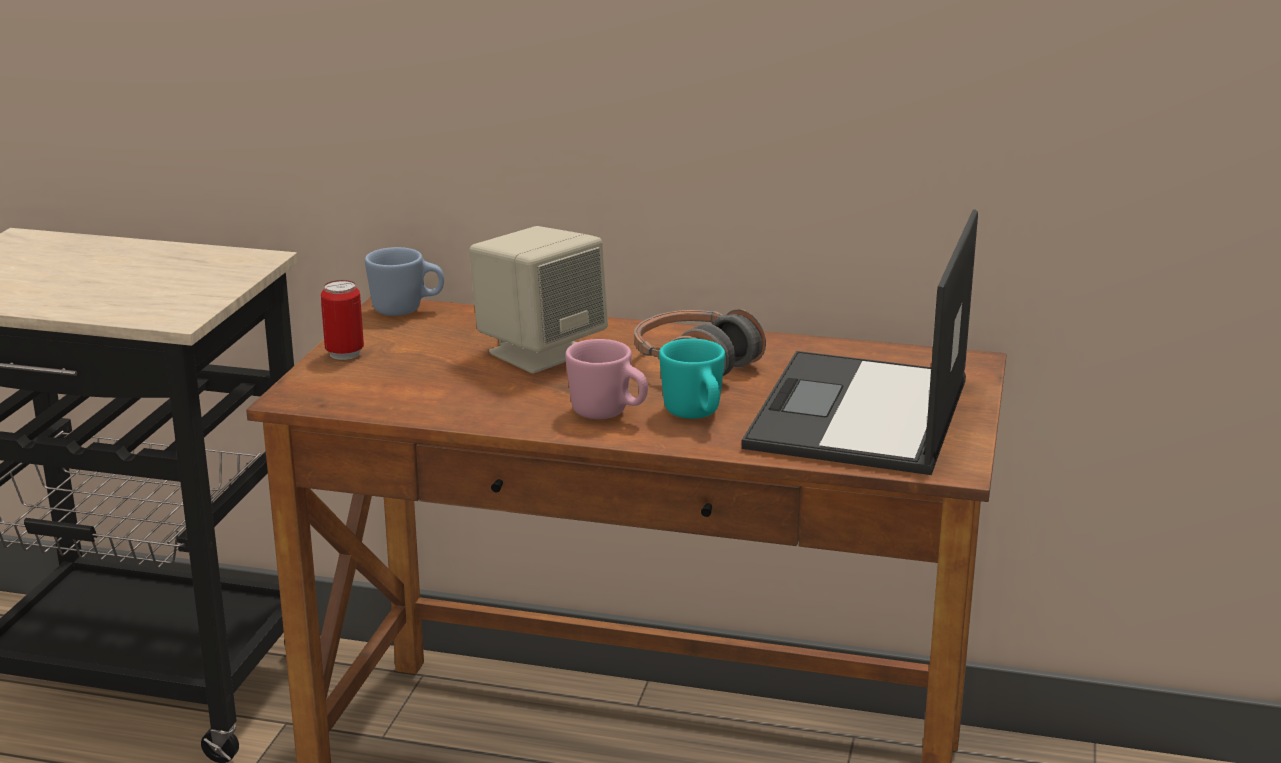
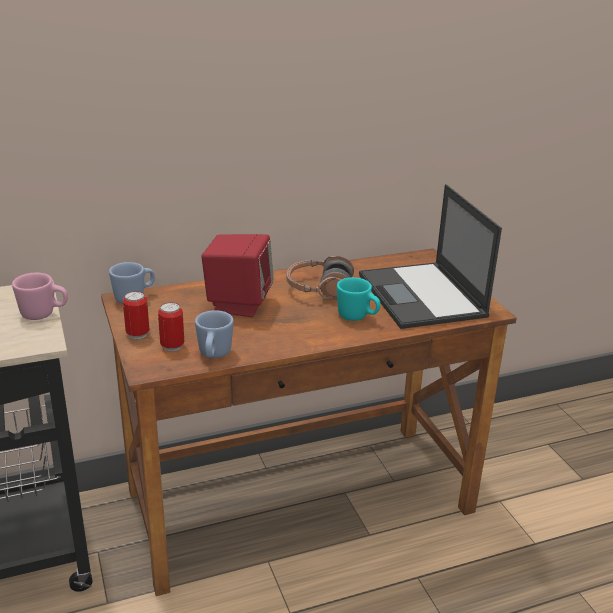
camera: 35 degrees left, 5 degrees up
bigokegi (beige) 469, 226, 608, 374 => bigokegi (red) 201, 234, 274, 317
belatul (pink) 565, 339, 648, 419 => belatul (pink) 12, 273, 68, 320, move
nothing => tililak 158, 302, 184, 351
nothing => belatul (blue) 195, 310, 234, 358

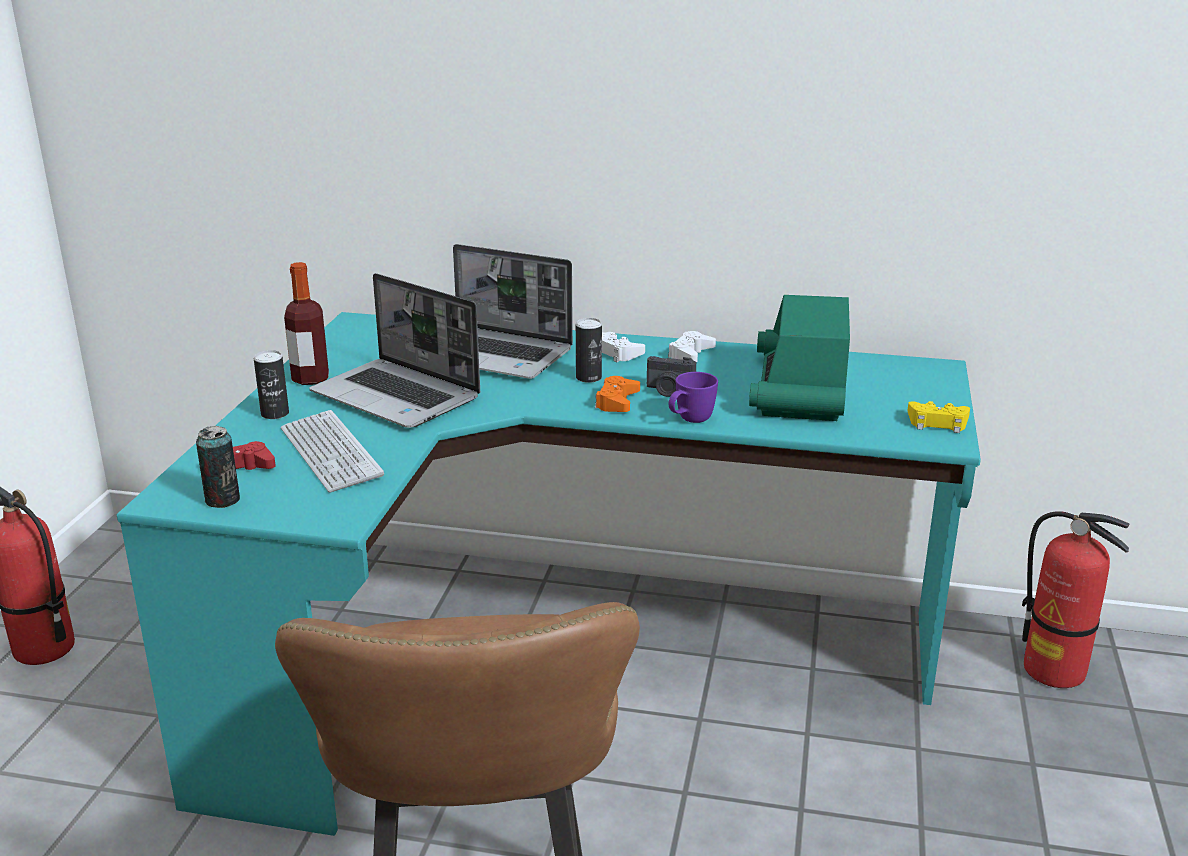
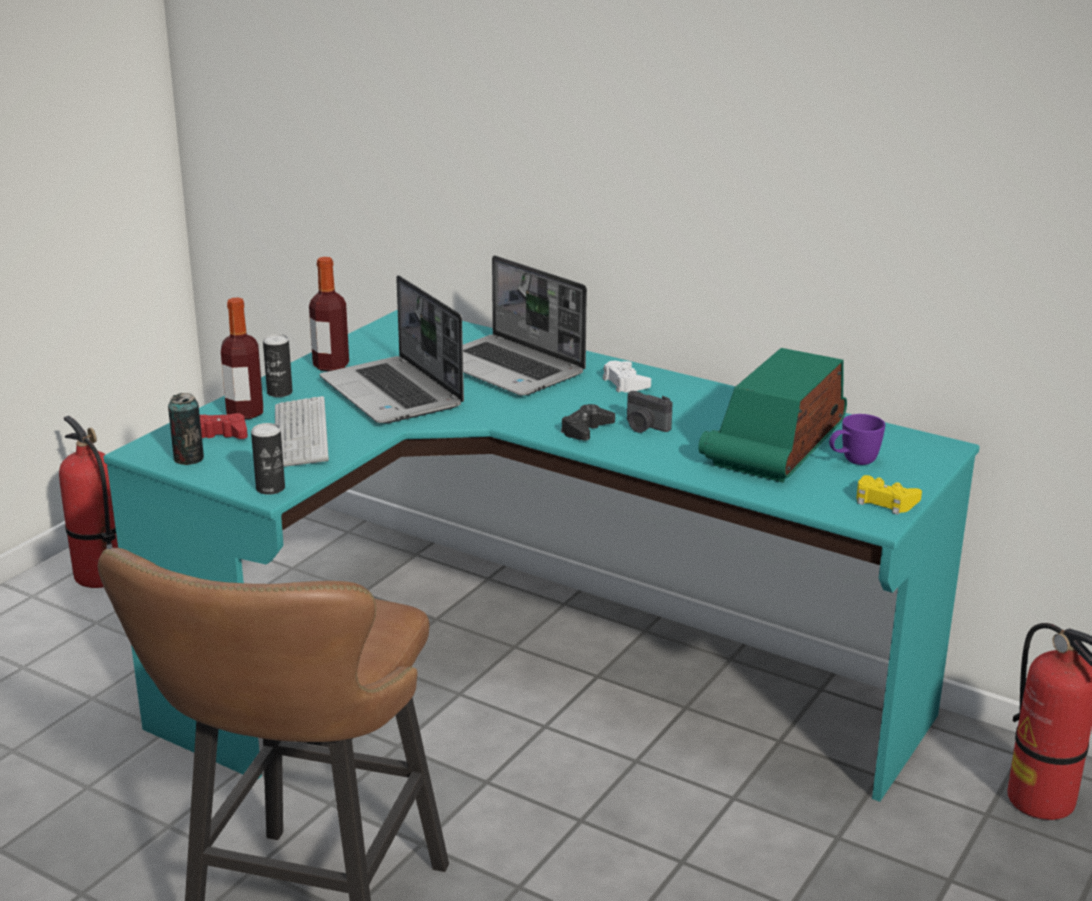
camera: 20 degrees right, 0 degrees up
tililak 576, 318, 602, 383 => tililak 251, 423, 285, 495, move
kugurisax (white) 668, 331, 716, 362 => nothing
belatul (purple) 669, 372, 718, 423 => belatul (purple) 829, 414, 885, 465, move
kugurisax (orange) 595, 376, 640, 412 => kugurisax (black) 561, 404, 615, 440
nothing => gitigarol 221, 298, 263, 419

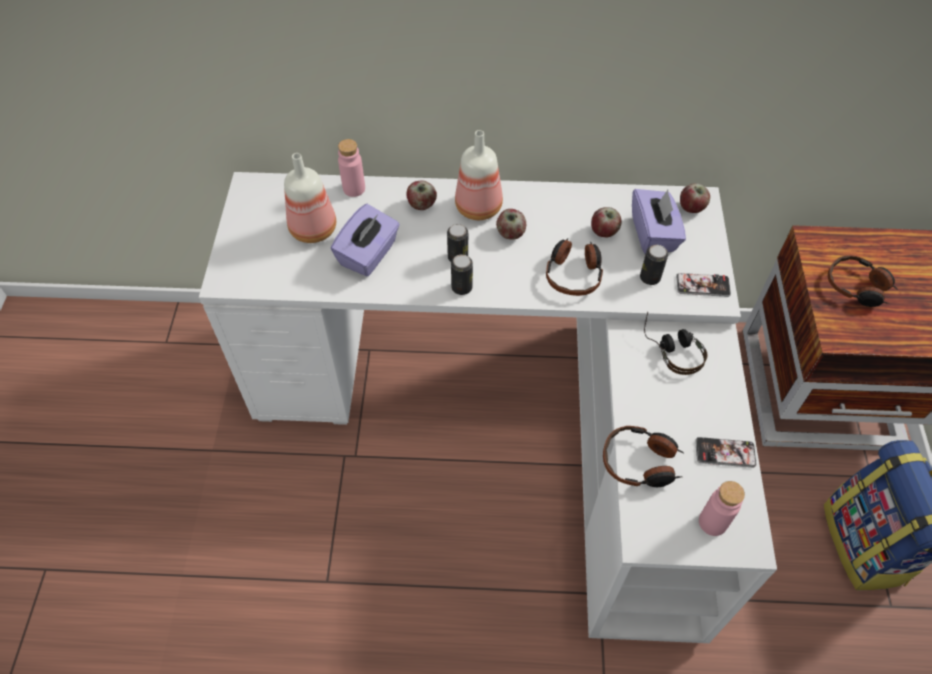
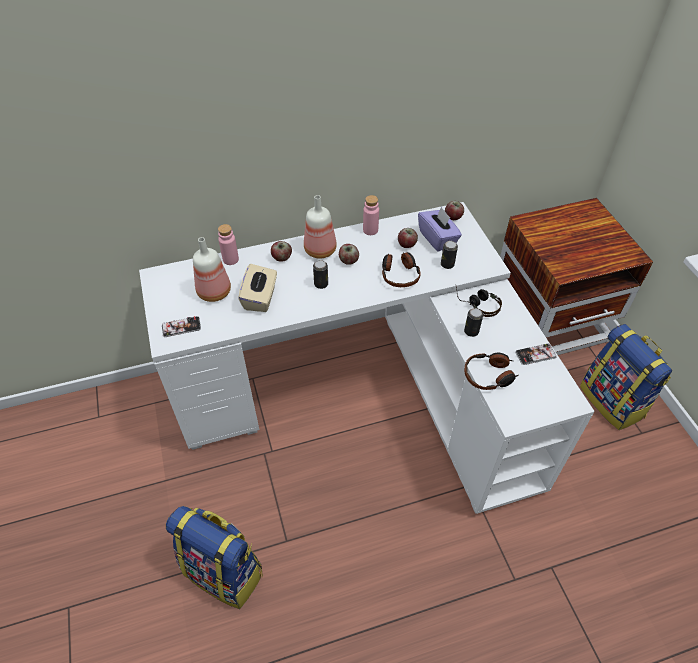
camera: 20 degrees left, 5 degrees down
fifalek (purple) 331, 204, 400, 276 => fifalek (beige) 238, 264, 277, 312
tililak 451, 254, 473, 295 => tililak 464, 308, 483, 337, move
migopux 828, 255, 898, 307 => nothing
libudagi 676, 273, 731, 297 => libudagi 162, 316, 201, 337, move
gitigarol (pink) 699, 481, 745, 536 => gitigarol (pink) 363, 195, 379, 235, move
nothing => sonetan 166, 506, 263, 609

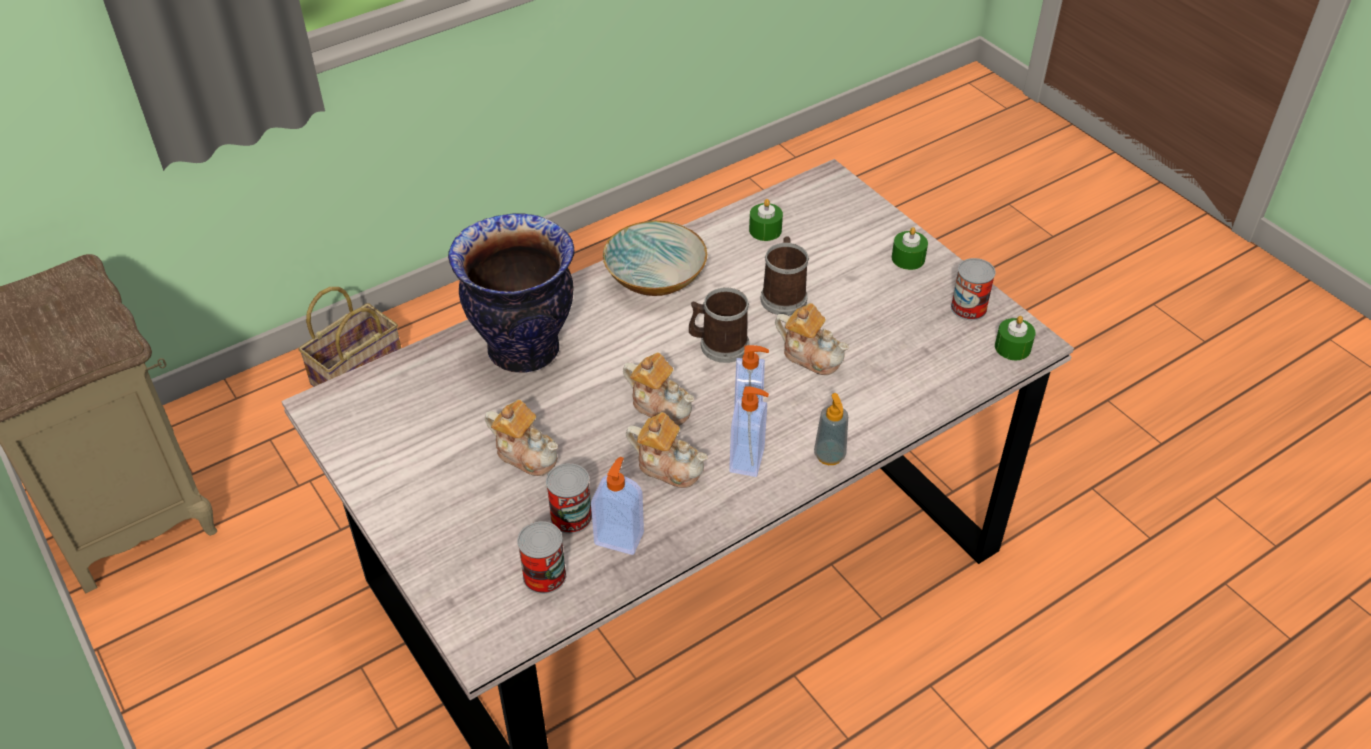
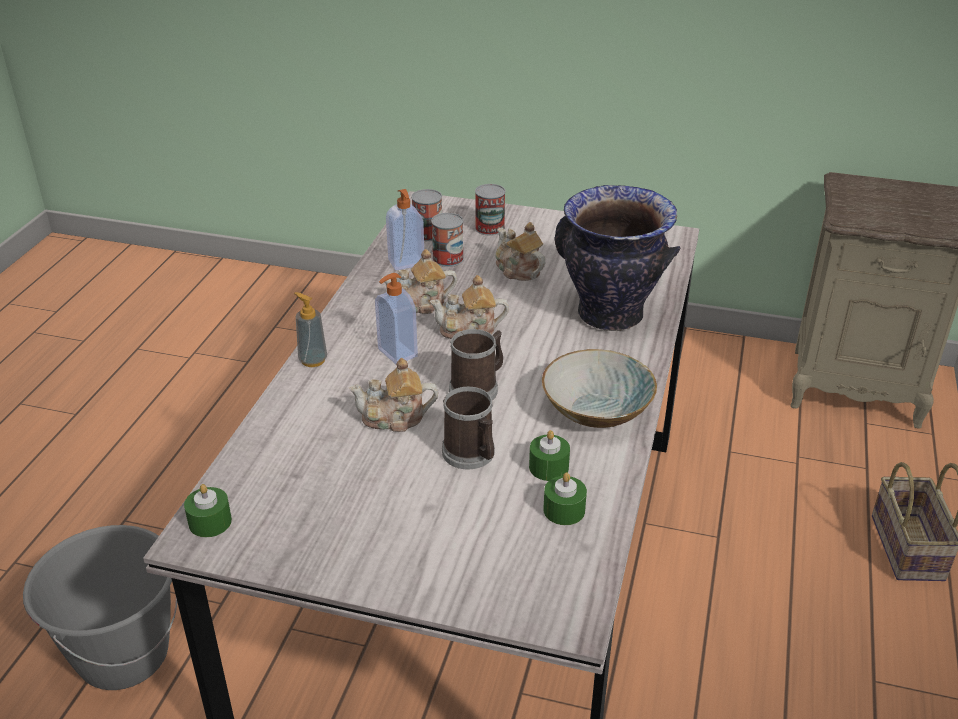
camera: 140 degrees right, 10 degrees down
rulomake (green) 892, 227, 928, 270 => rulomake (green) 529, 430, 570, 481, move
tililak 951, 258, 996, 320 => tililak 475, 184, 506, 236, move
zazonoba 729, 386, 769, 477 => nothing
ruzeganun 485, 400, 558, 476 => ruzeganun 495, 222, 545, 281, 60 degrees clockwise
nothing => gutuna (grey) 23, 525, 177, 690

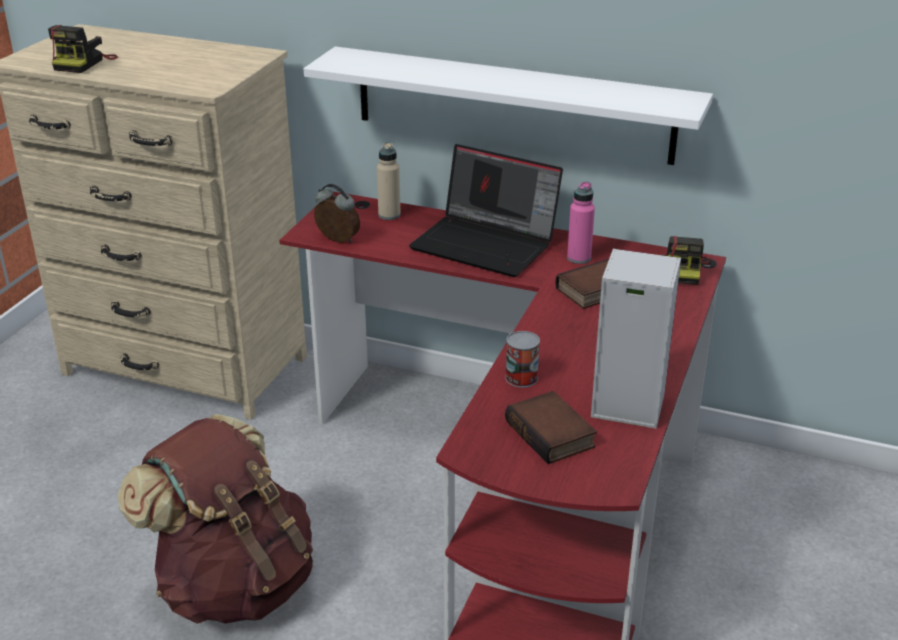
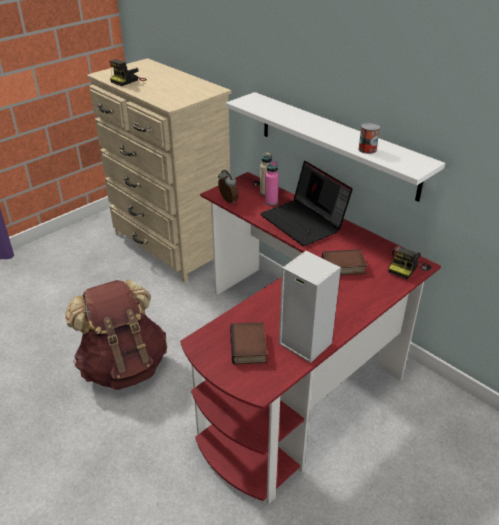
camera: 25 degrees right, 5 degrees up
gitigarol (pink) 567, 182, 595, 264 => gitigarol (pink) 265, 161, 279, 205, move
tililak 505, 331, 540, 387 => tililak 358, 122, 380, 154, move

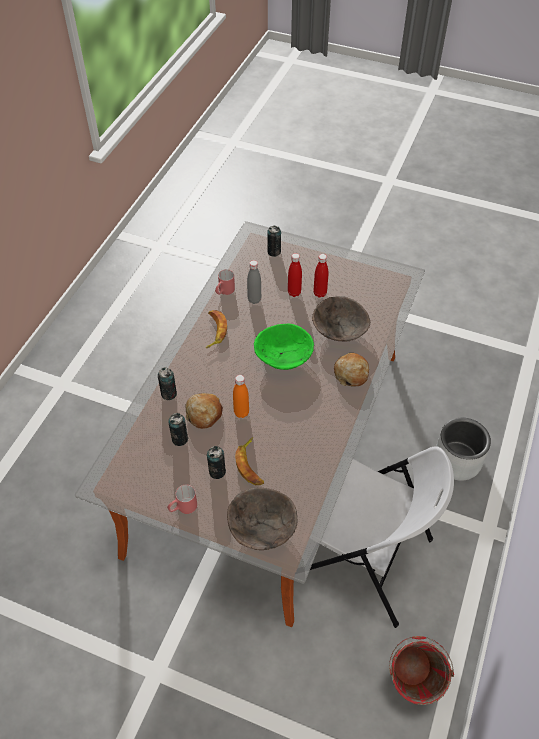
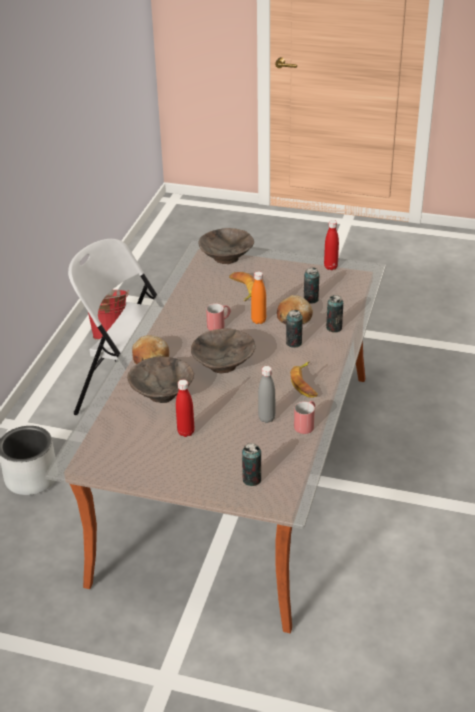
camera: 175 degrees right, 15 degrees down
gitigarol (red) 288, 253, 302, 297 => gitigarol (red) 324, 220, 339, 270, move
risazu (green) 254, 324, 314, 370 => risazu (brown) 191, 328, 255, 373
tililak 207, 446, 226, 479 => tililak 286, 310, 303, 348, move
belatul (red) 167, 485, 197, 514 => belatul (red) 206, 303, 231, 331, move

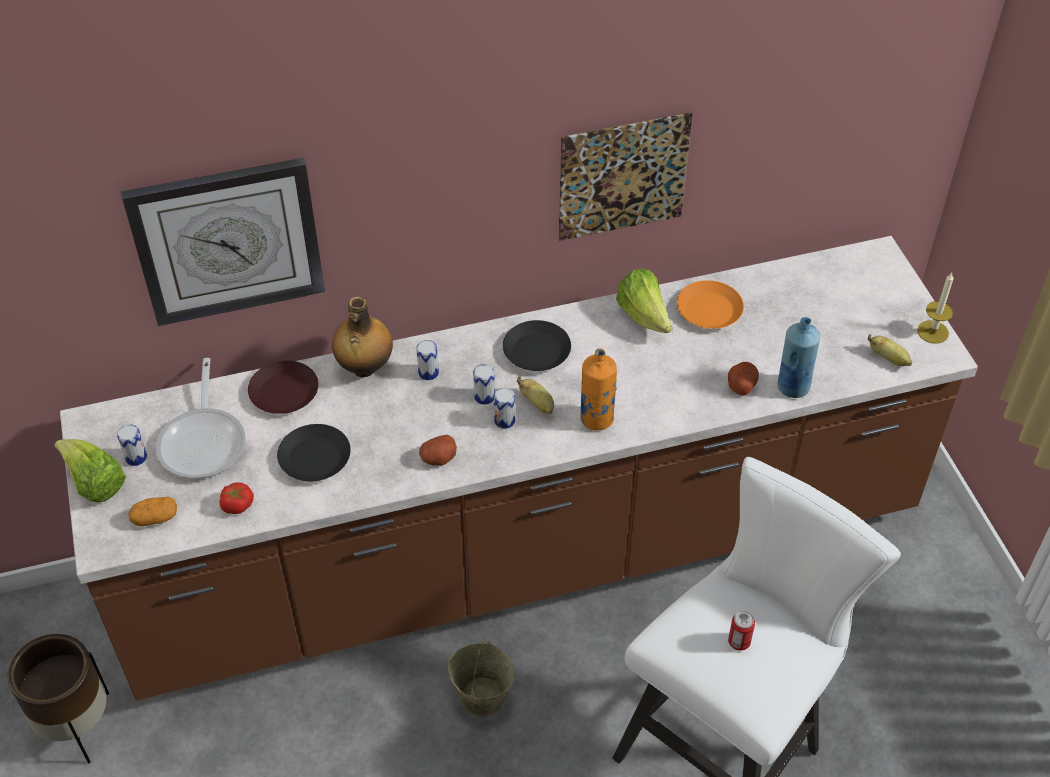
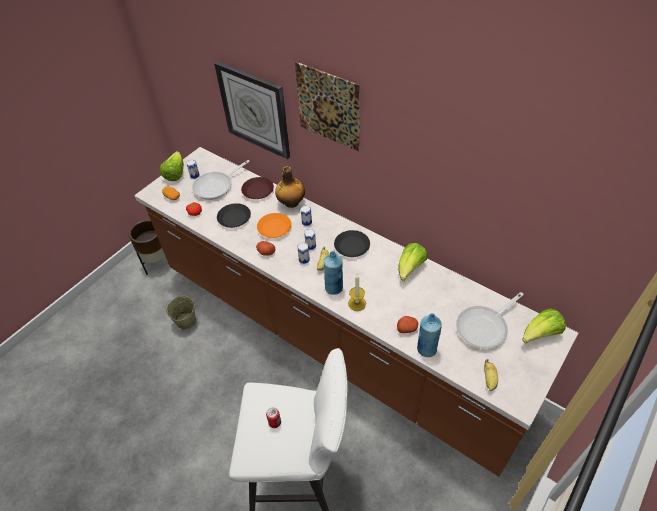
camera: 55 degrees right, 0 degrees up
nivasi 559, 113, 692, 241 => nivasi 295, 62, 360, 151, move
rulomake 917, 273, 954, 344 => rulomake 348, 274, 366, 311, move
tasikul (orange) 677, 280, 744, 329 => tasikul (orange) 257, 213, 292, 238, move
gitigarol (orange) 580, 348, 617, 431 => gitigarol (blue) 324, 251, 343, 295
gutuna (beige) 448, 640, 514, 716 => gutuna (beige) 166, 296, 196, 329, move
nothing => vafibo 456, 292, 524, 349
nothing => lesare 522, 308, 566, 343

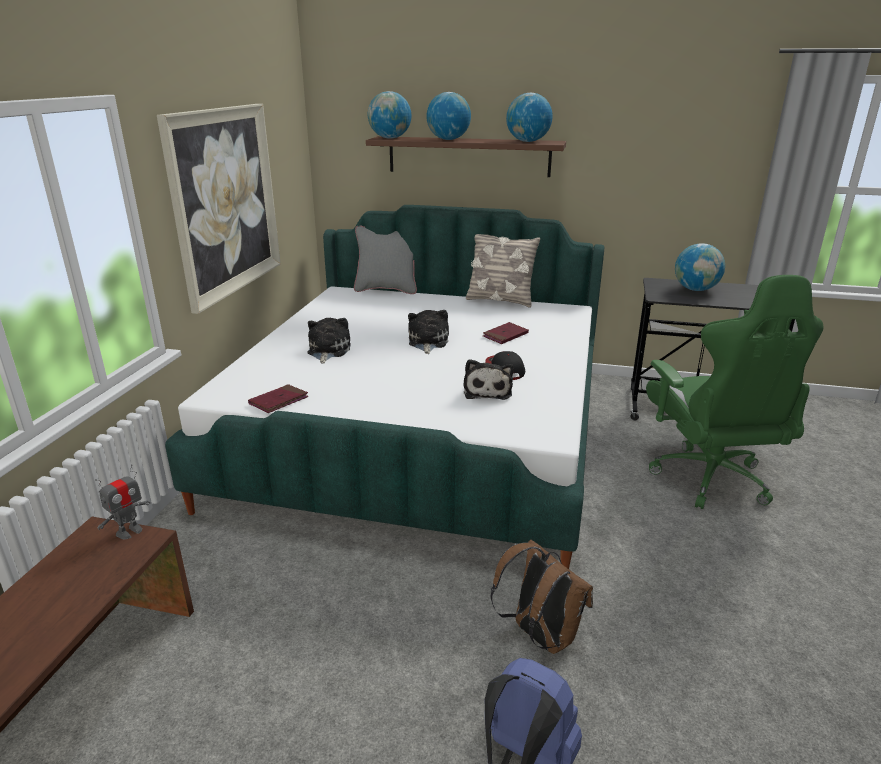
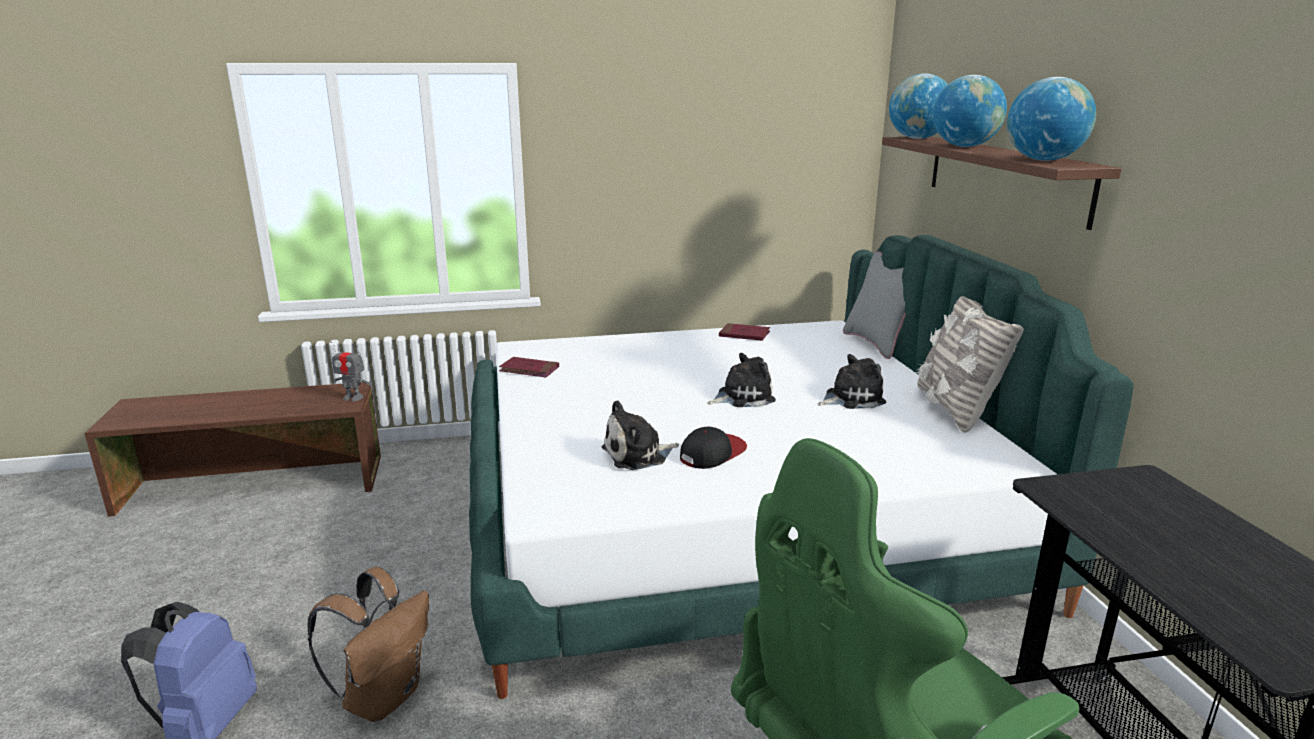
camera: 65 degrees right, 5 degrees down
nivasi 157, 104, 281, 314 => nothing
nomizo 675, 243, 725, 291 => nothing
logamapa 307, 318, 351, 364 => logamapa 818, 354, 886, 409, move
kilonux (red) 483, 322, 529, 344 => kilonux (red) 719, 323, 770, 341, move

